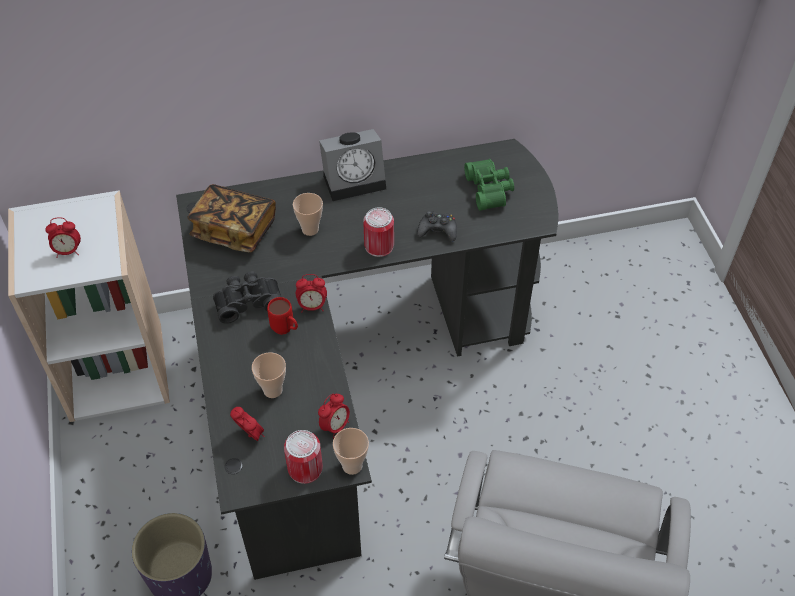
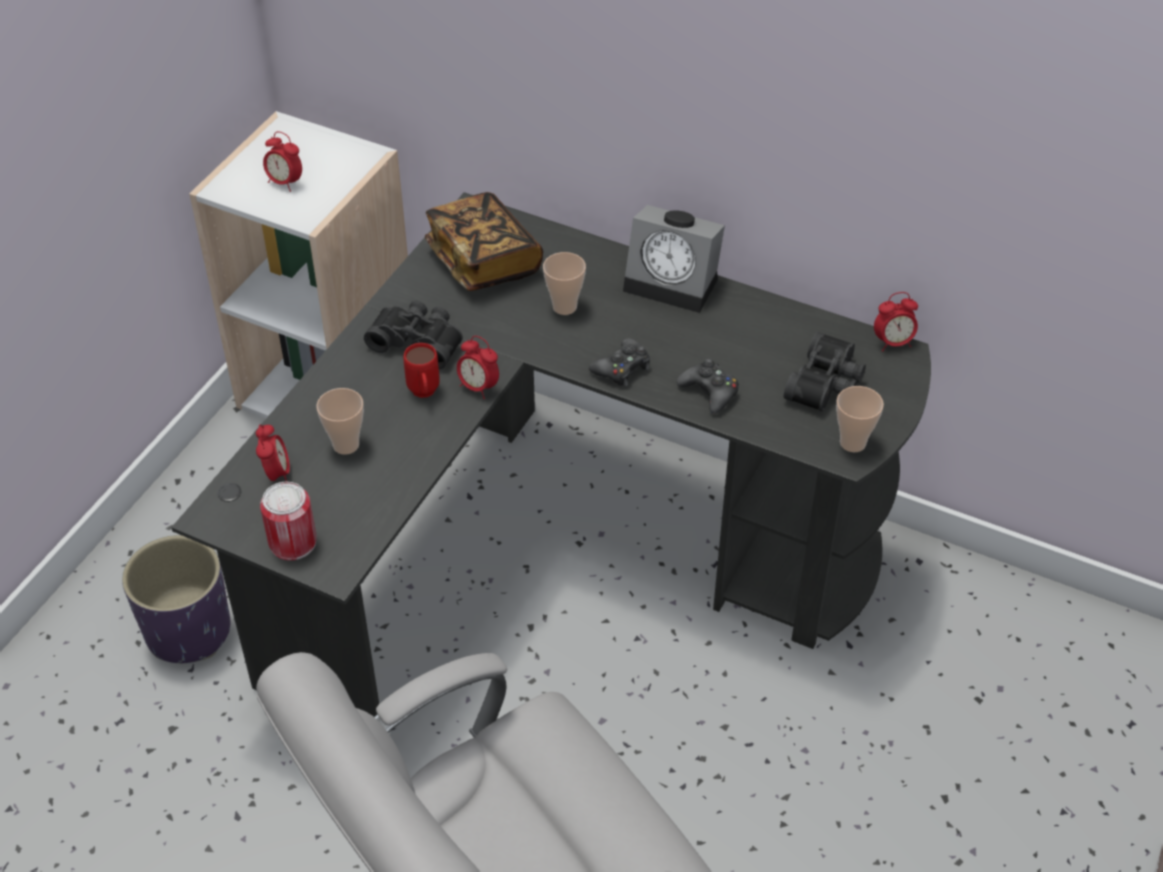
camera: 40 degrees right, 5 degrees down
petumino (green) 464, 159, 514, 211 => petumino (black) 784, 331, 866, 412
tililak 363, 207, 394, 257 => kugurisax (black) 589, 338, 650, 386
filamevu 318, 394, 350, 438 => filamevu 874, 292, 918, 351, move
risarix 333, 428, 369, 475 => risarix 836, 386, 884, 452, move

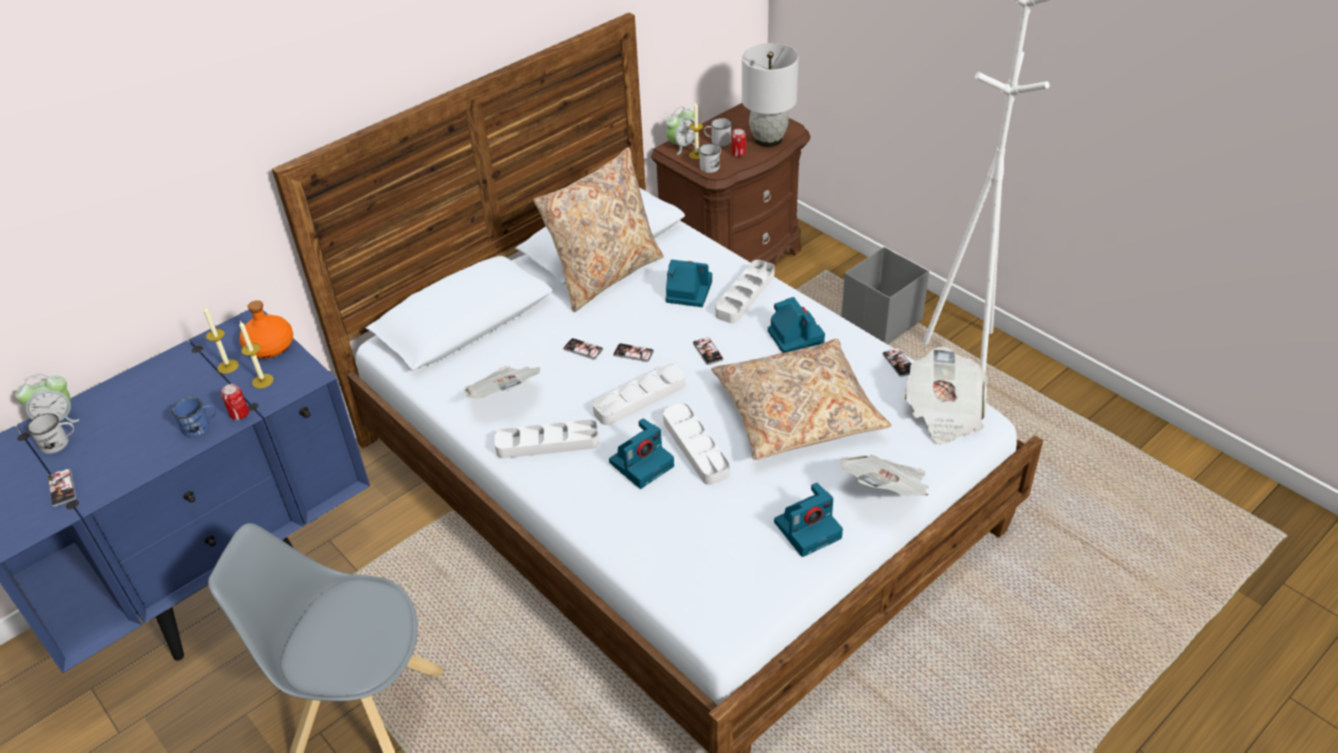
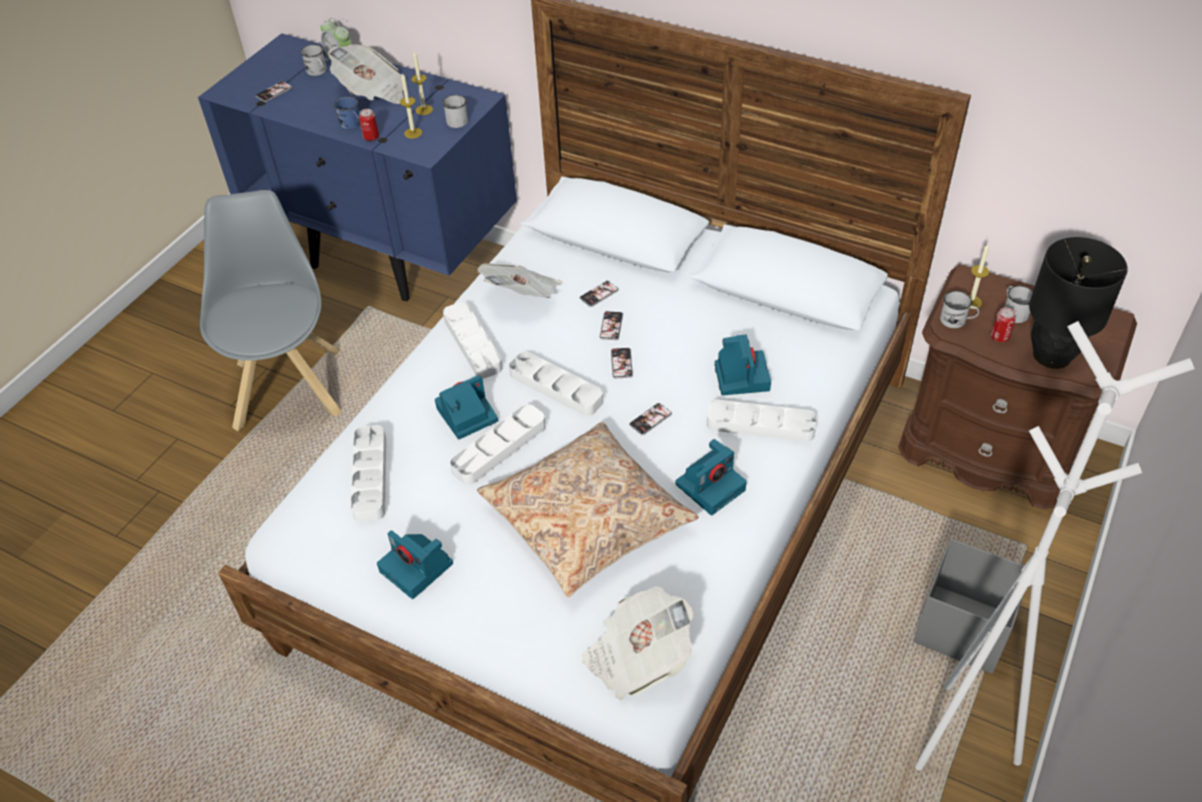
camera: 70 degrees right, 5 degrees up
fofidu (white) 742, 43, 799, 147 => fofidu (black) 1029, 237, 1128, 369
filamevu 666, 107, 695, 155 => nothing
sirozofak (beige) 533, 147, 664, 312 => nothing
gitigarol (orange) 240, 300, 293, 359 => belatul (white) 442, 95, 468, 128
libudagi 882, 348, 911, 377 => libudagi 579, 280, 619, 307, move
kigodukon 609, 418, 674, 489 => kigodukon 435, 375, 498, 439, 120 degrees clockwise
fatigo 840, 455, 929, 496 => fatigo 328, 44, 406, 104, move
nothing => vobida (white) 351, 425, 386, 522

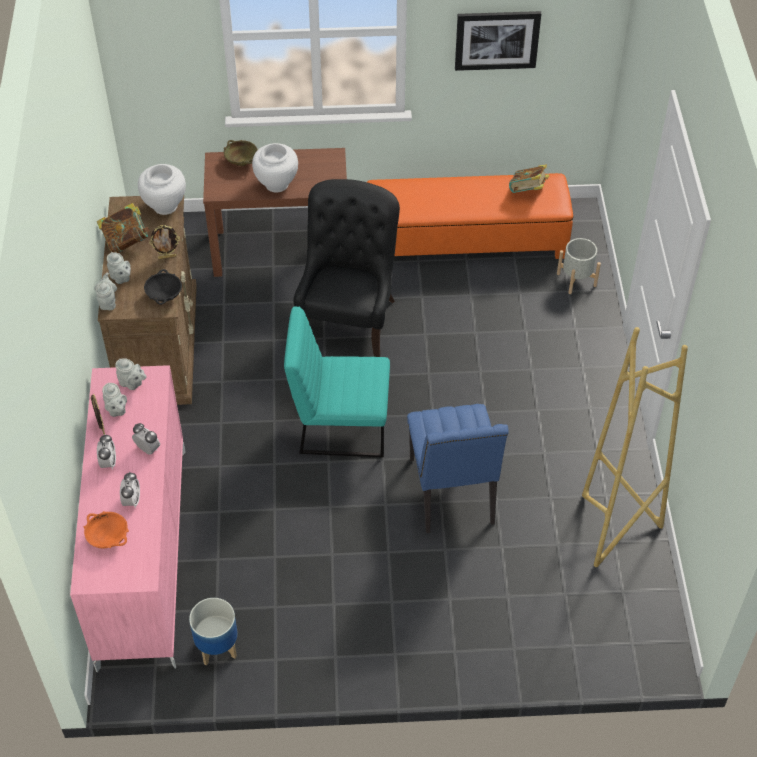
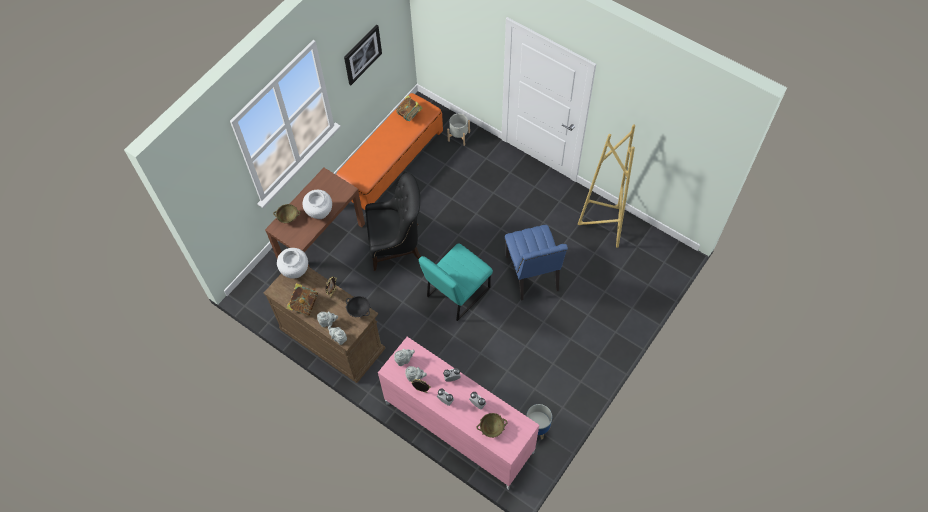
camera: 50 degrees left, 10 degrees up
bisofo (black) 293, 179, 400, 357 => bisofo (black) 365, 173, 421, 271, 120 degrees clockwise
bisofo (blue) 407, 404, 509, 533 => bisofo (blue) 505, 225, 568, 301, 45 degrees clockwise
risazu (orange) 84, 511, 129, 548 => risazu (beige) 477, 413, 508, 438

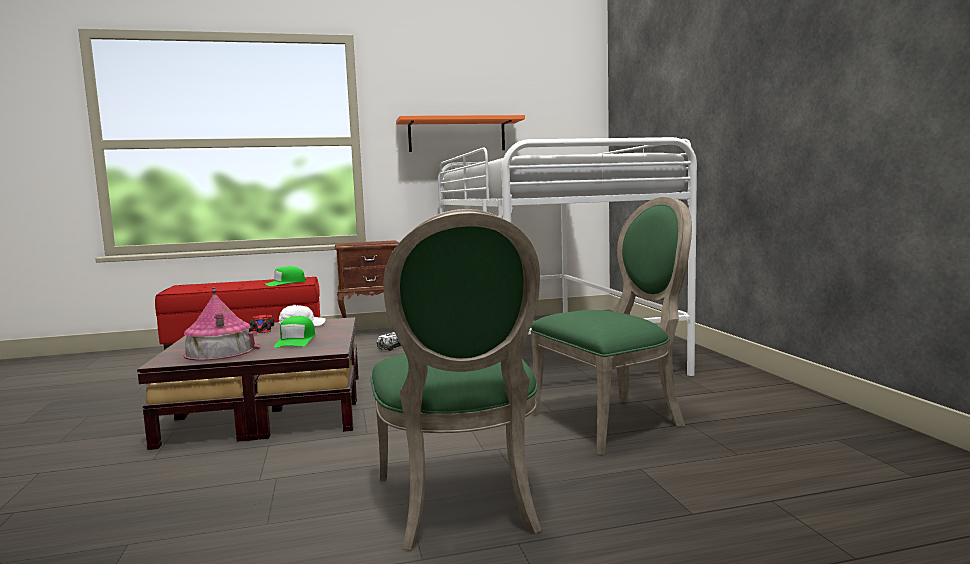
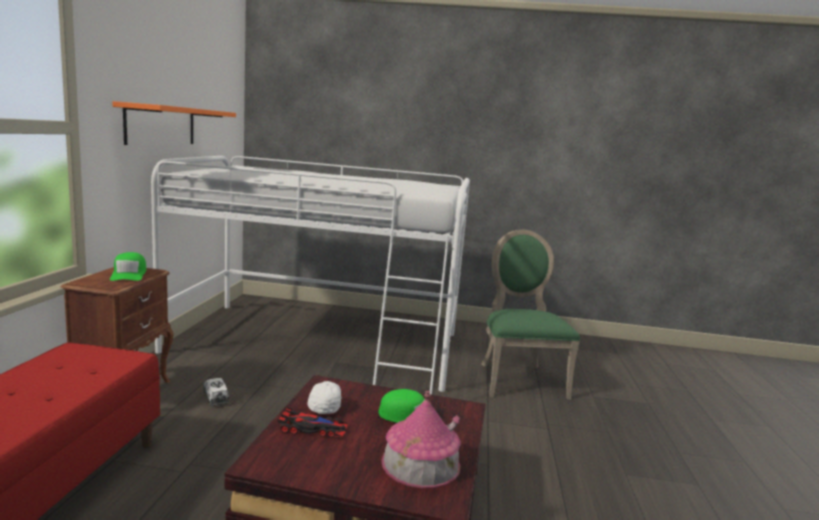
camera: 70 degrees left, 5 degrees up
bisofo (green) 370, 209, 542, 551 => nothing
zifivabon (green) 263, 266, 306, 286 => zifivabon (green) 110, 252, 146, 281, move

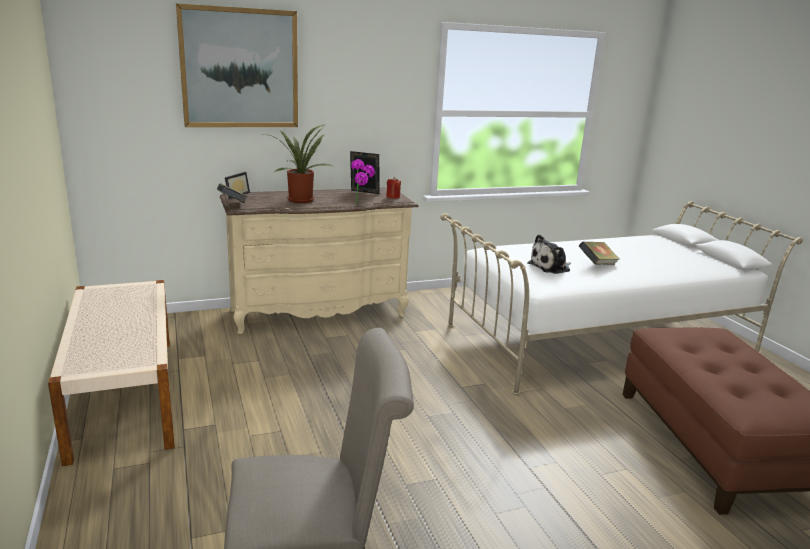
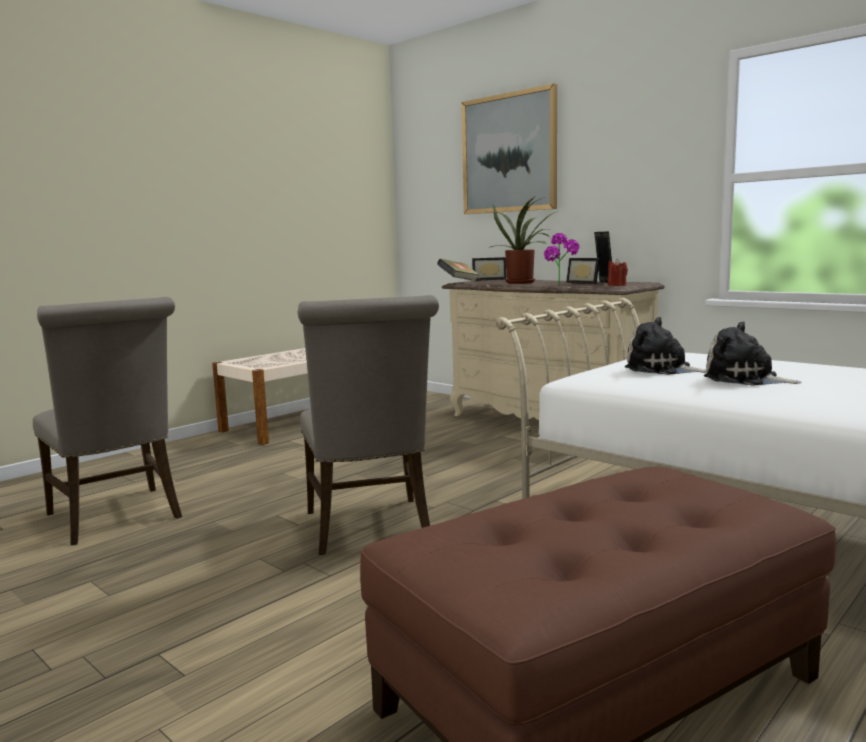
camera: 65 degrees right, 10 degrees down
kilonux 579, 242, 620, 265 => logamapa 704, 322, 802, 385
nothing => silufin 566, 258, 600, 284
nothing => bisofo (beige) 298, 295, 439, 555

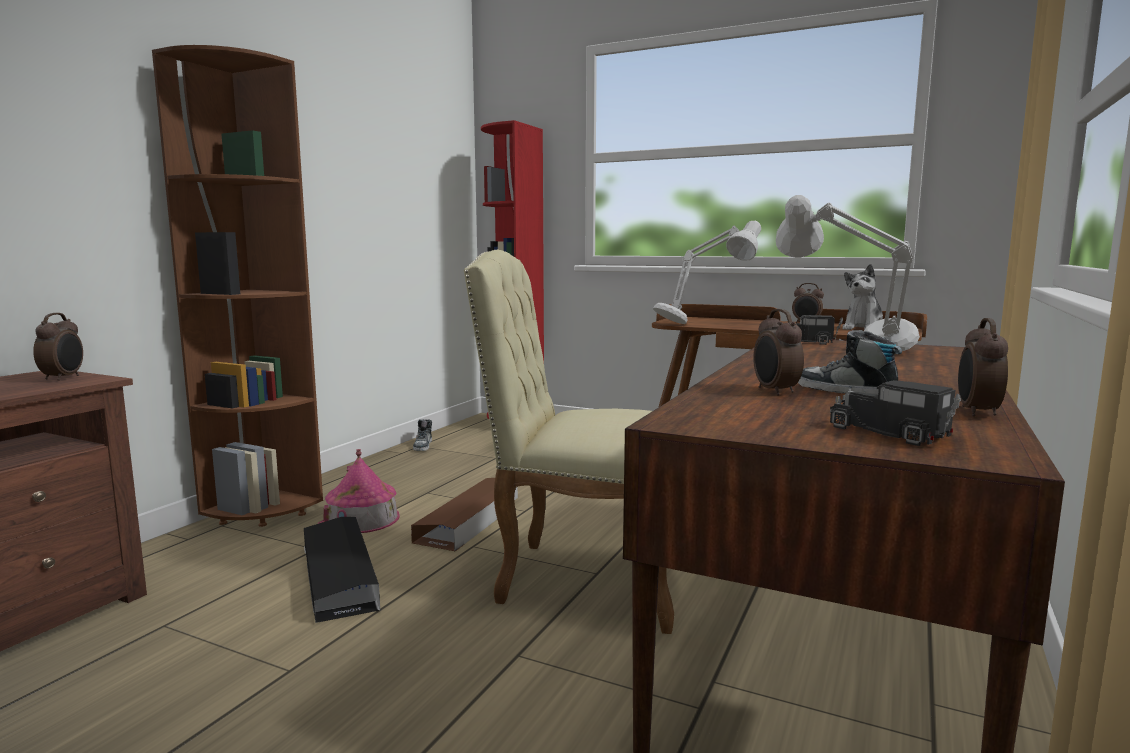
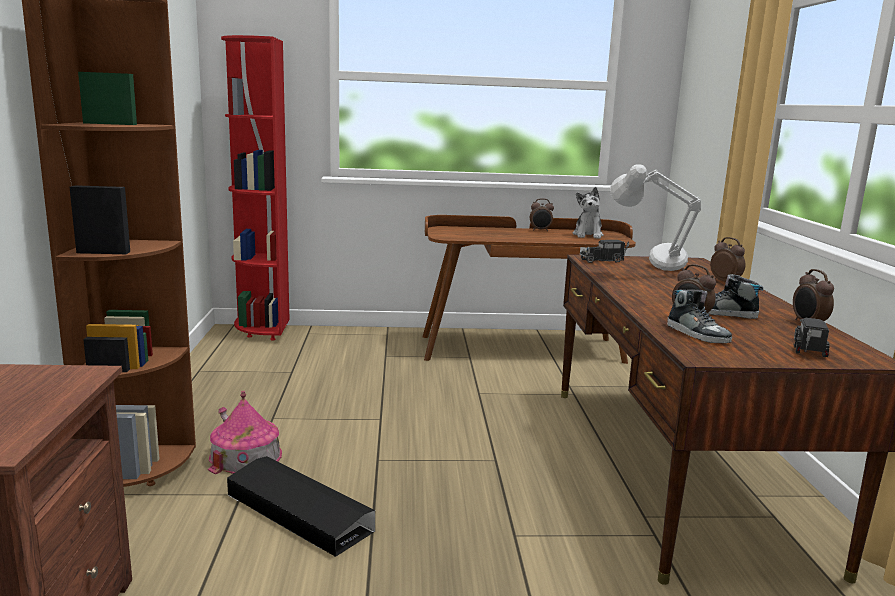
camera: 30 degrees left, 5 degrees up
fofidu (grey) 653, 221, 761, 324 => nothing
bisofo (beige) 464, 250, 674, 634 => nothing
filamevu 33, 313, 83, 381 => filamevu 710, 237, 745, 281, move
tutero 830, 380, 961, 446 => tutero 793, 318, 830, 357, 90 degrees clockwise
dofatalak 413, 419, 432, 451 => dofatalak 667, 290, 732, 343, move
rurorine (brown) 411, 478, 518, 552 => nothing

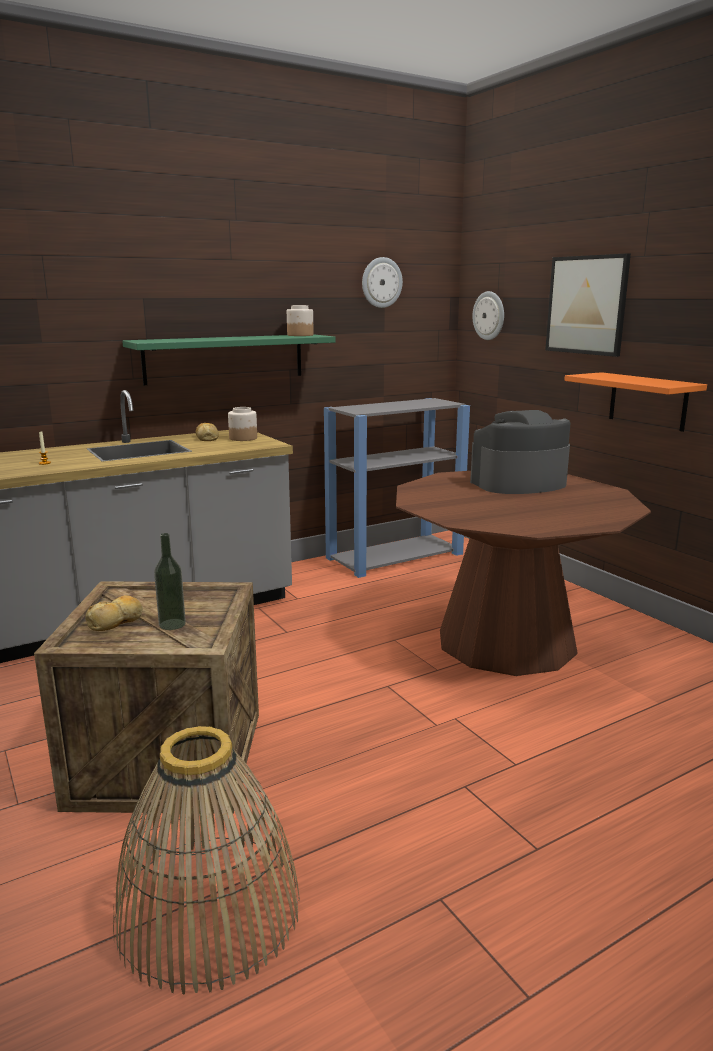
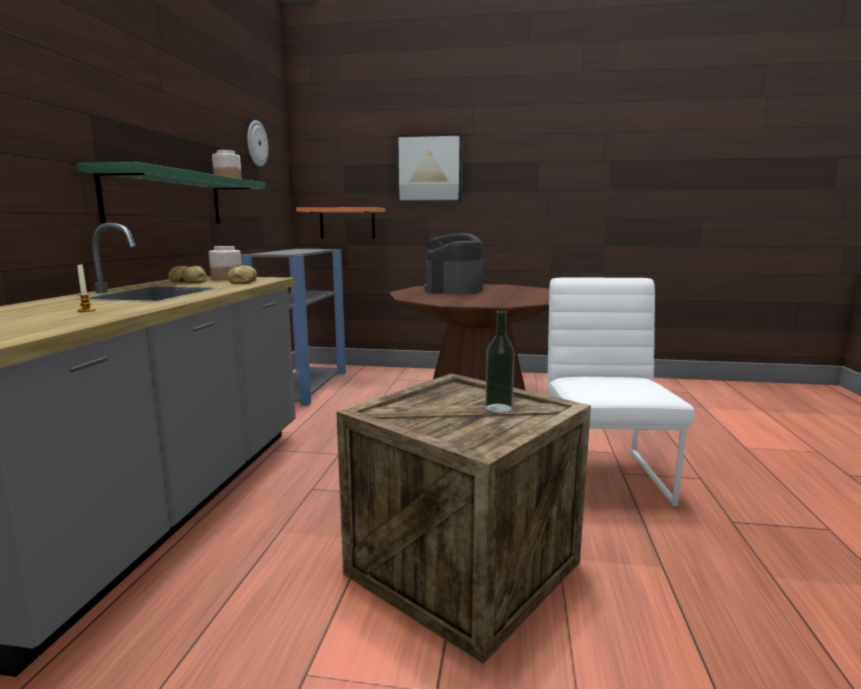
camera: 50 degrees left, 5 degrees down
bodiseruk 472, 291, 504, 340 => nothing
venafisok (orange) 564, 372, 707, 432 => venafisok (orange) 296, 207, 385, 239, move
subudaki 85, 595, 143, 631 => subudaki 228, 265, 257, 284, move
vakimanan 113, 726, 300, 995 => nothing
nothing => bisofo (white) 547, 278, 695, 506

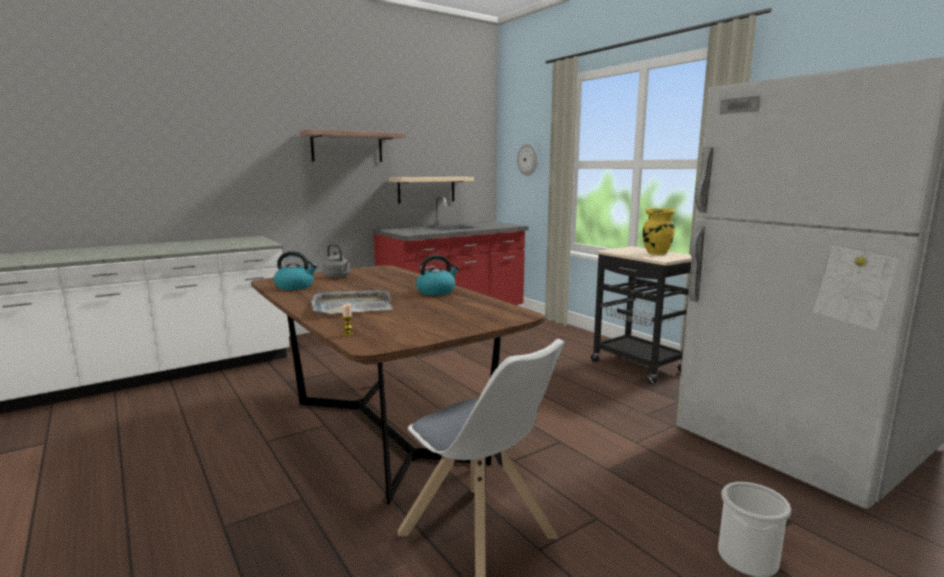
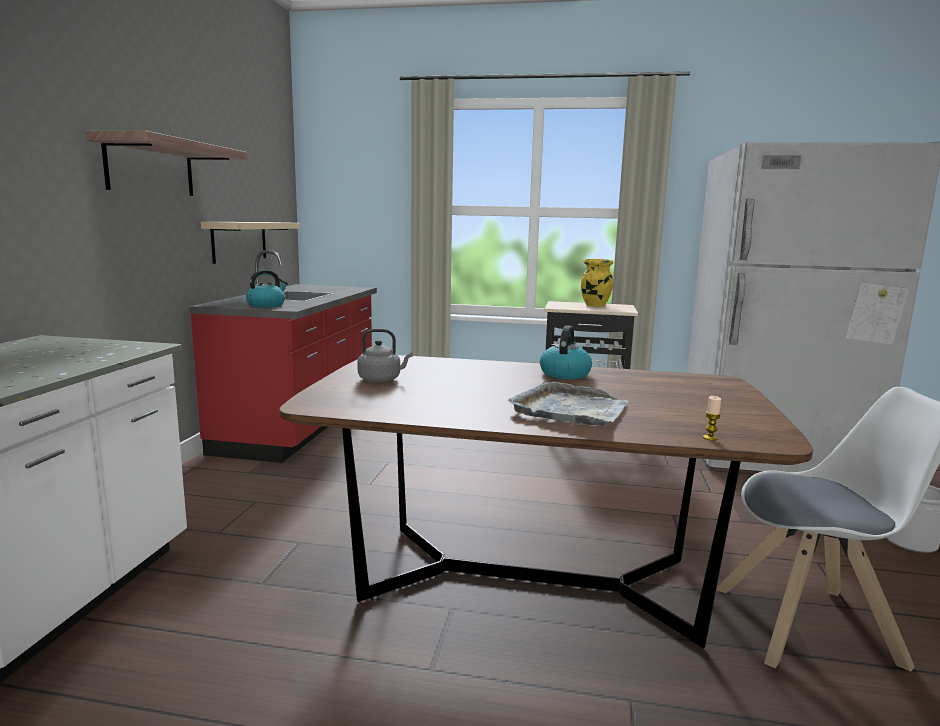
camera: 45 degrees left, 0 degrees up
bodiseruk 517, 144, 538, 176 => nothing
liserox 274, 251, 318, 290 => liserox 246, 270, 288, 307, move

